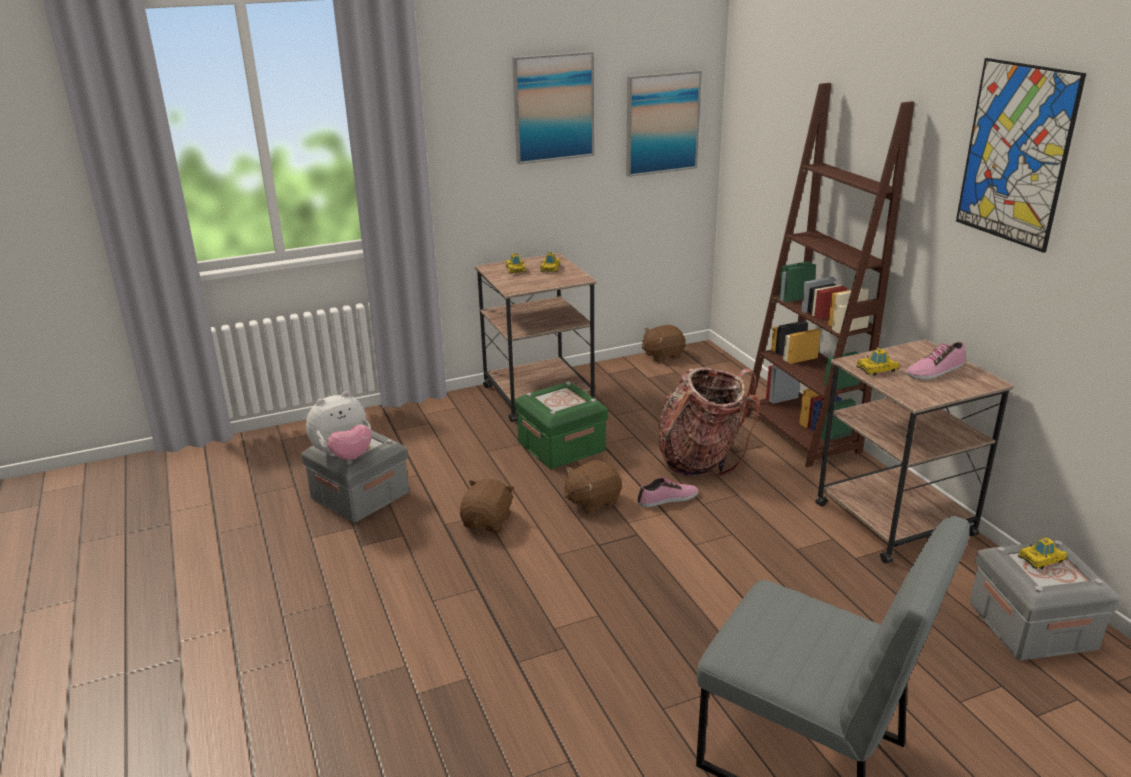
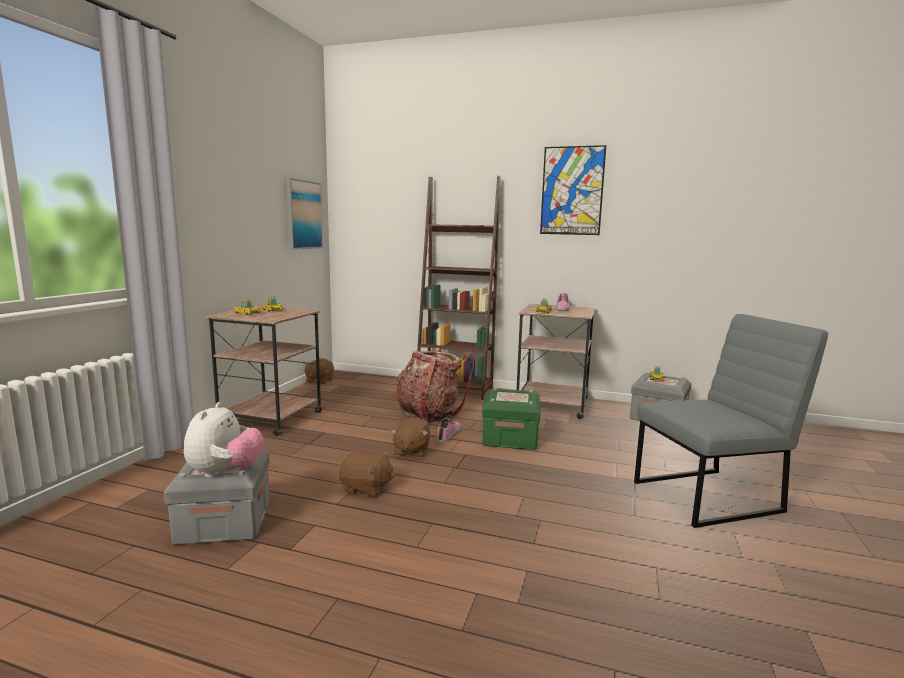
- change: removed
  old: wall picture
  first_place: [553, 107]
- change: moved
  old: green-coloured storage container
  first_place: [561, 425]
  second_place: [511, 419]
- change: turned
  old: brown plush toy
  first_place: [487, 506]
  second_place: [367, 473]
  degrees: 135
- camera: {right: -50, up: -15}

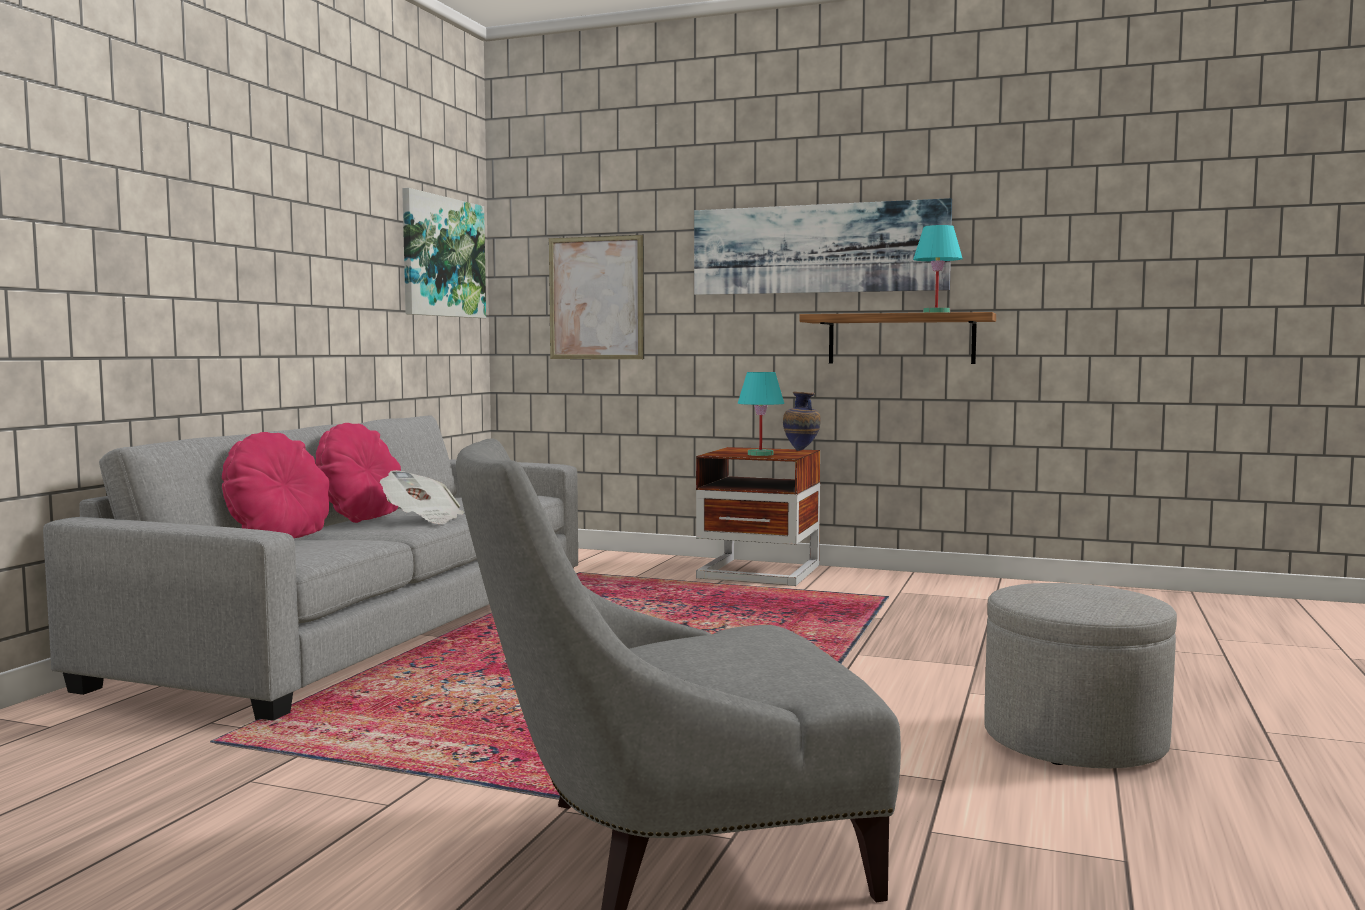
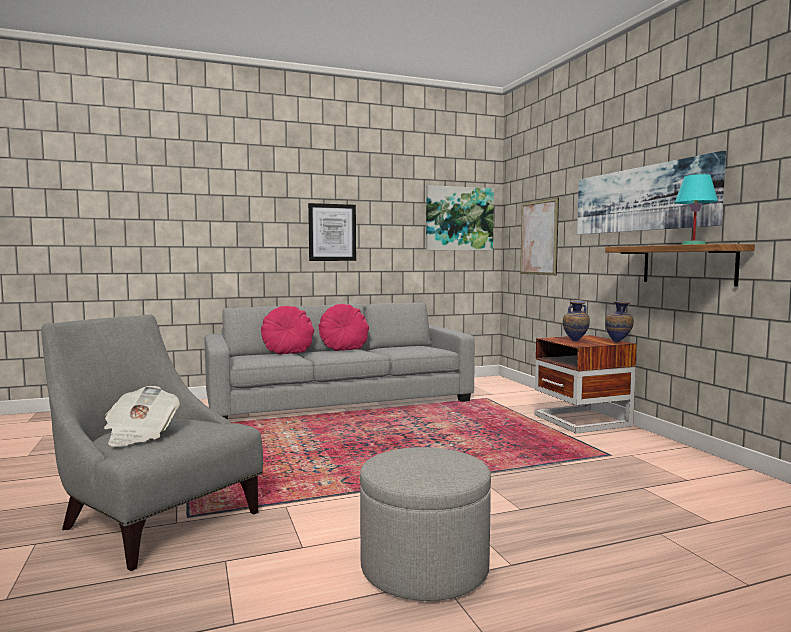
- change: added
  new: wall picture
  second_place: [332, 232]
- change: moved
  old: printed paper
  first_place: [422, 497]
  second_place: [142, 416]
- change: replaced
  old: blue-green table lamp
  new: flower vase
  first_place: [761, 414]
  second_place: [576, 320]
- camera: {right: 50, up: 0}

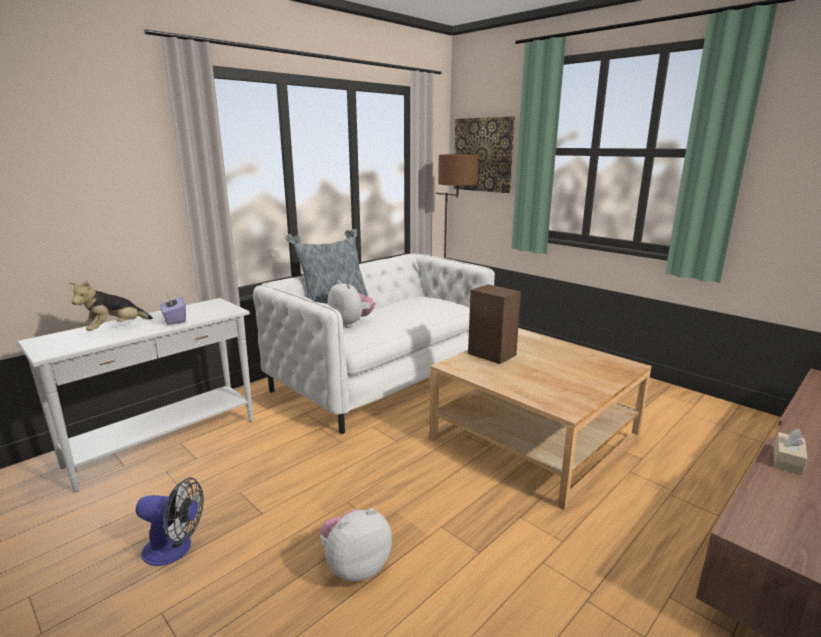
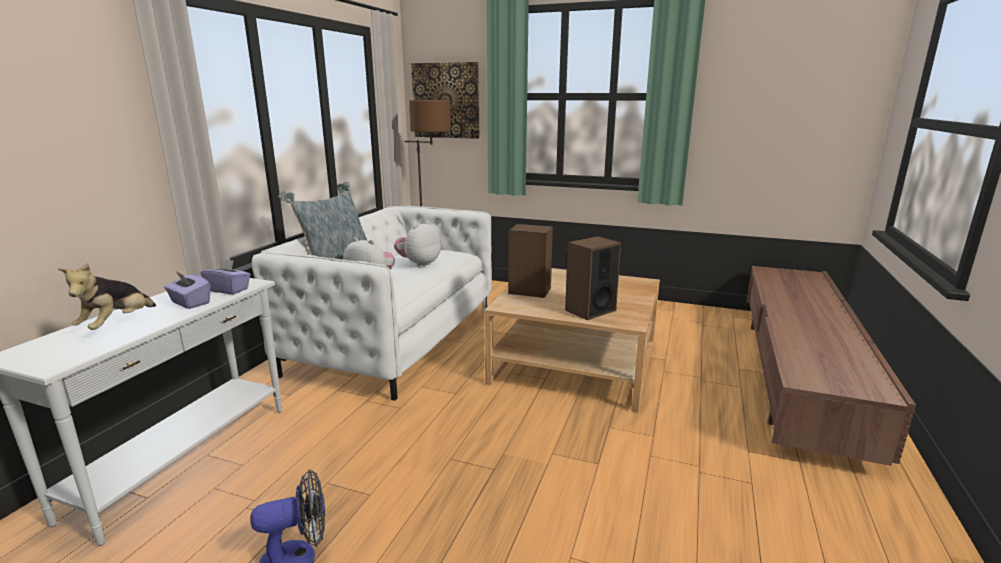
- change: removed
  old: sand-coloured box of tissues
  first_place: [790, 451]
- change: added
  new: purple box of tissues
  second_place: [226, 276]
- change: added
  new: loudspeaker
  second_place: [593, 278]
- change: moved
  old: plush toy
  first_place: [356, 545]
  second_place: [417, 244]
- camera: {right: -25, up: 0}

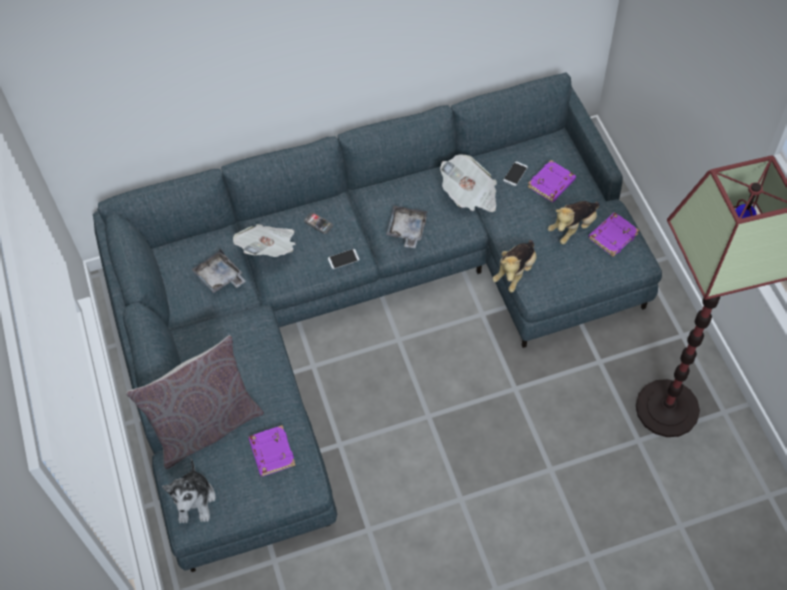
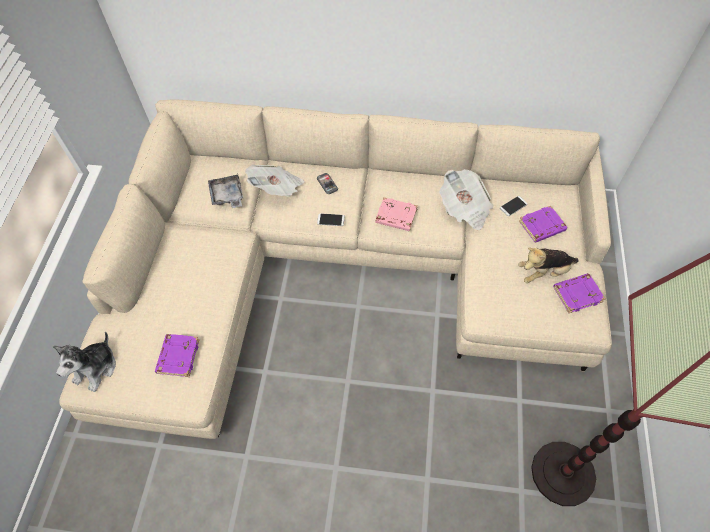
- change: removed
  old: gray cushion
  first_place: [195, 402]
- change: removed
  old: plush toy
  first_place: [514, 266]
- change: replaced
  old: gray serving tray
  new: pink bound book
  first_place: [407, 227]
  second_place: [396, 214]
- change: recoloured
  old: blue-coloured sofa
  new: sand-coloured sofa
  first_place: [377, 322]
  second_place: [335, 269]
- camera: {right: 25, up: 0}

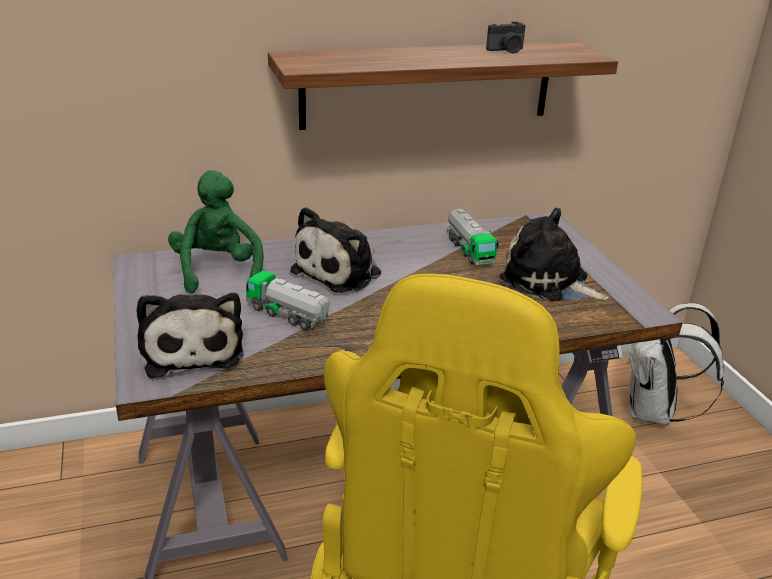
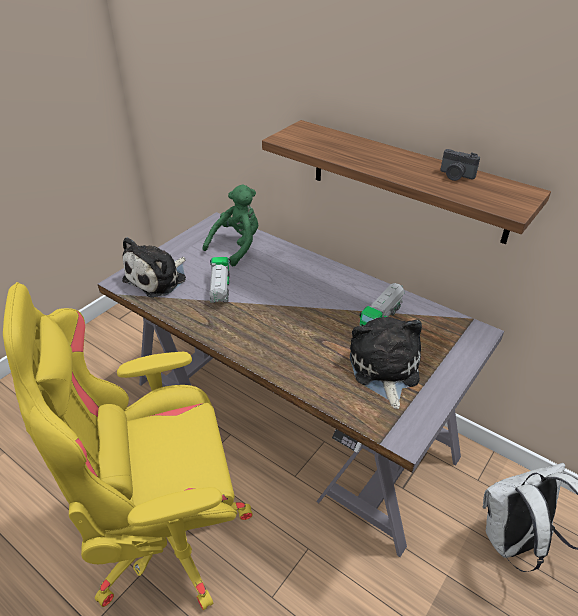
- change: removed
  old: plush toy
  first_place: [335, 250]
- camera: {right: 55, up: 10}

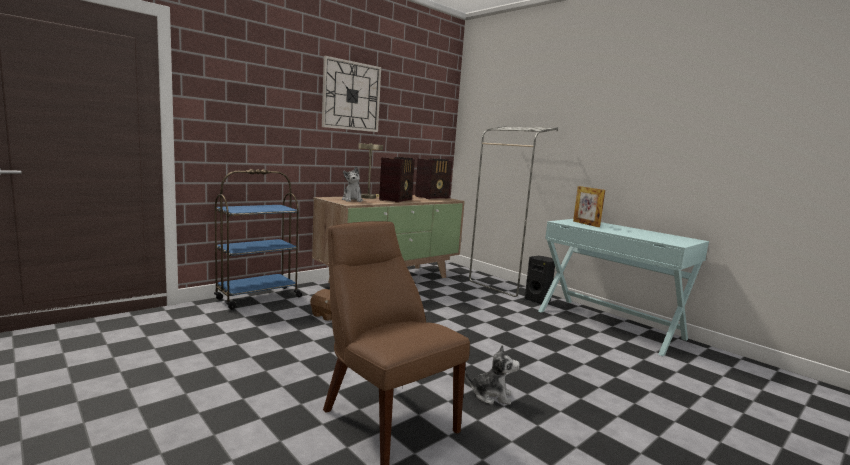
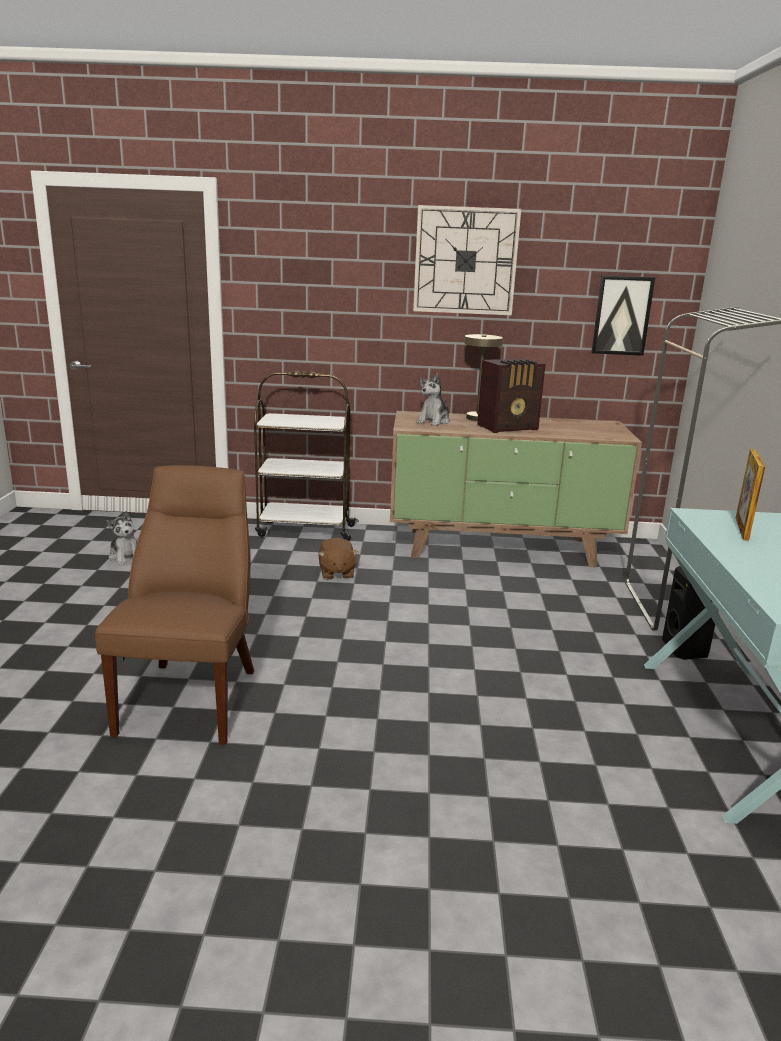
- change: removed
  old: radio
  first_place: [433, 178]
- change: added
  new: wall picture
  second_place: [623, 315]
- change: moved
  old: plush toy
  first_place: [492, 374]
  second_place: [122, 538]
- change: recoloured
  old: blue-coloured cart
  new: white cart
  first_place: [258, 239]
  second_place: [306, 456]
- camera: {right: 45, up: 10}

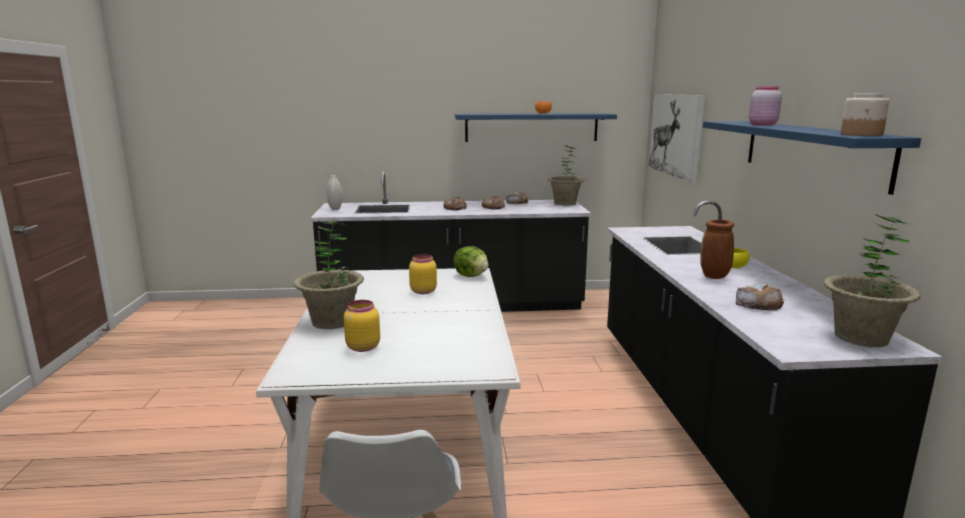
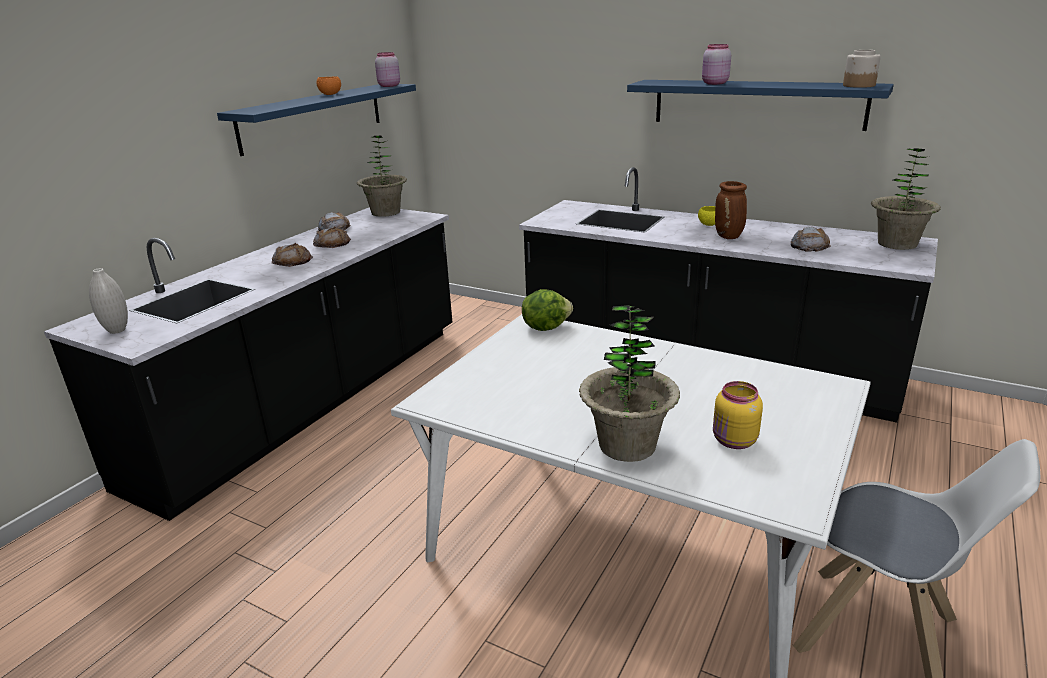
- change: removed
  old: yellowish jar
  first_place: [423, 274]
- change: removed
  old: wall picture
  first_place: [677, 138]
- change: added
  new: pink jar
  second_place: [387, 69]
- camera: {right: -55, up: 10}

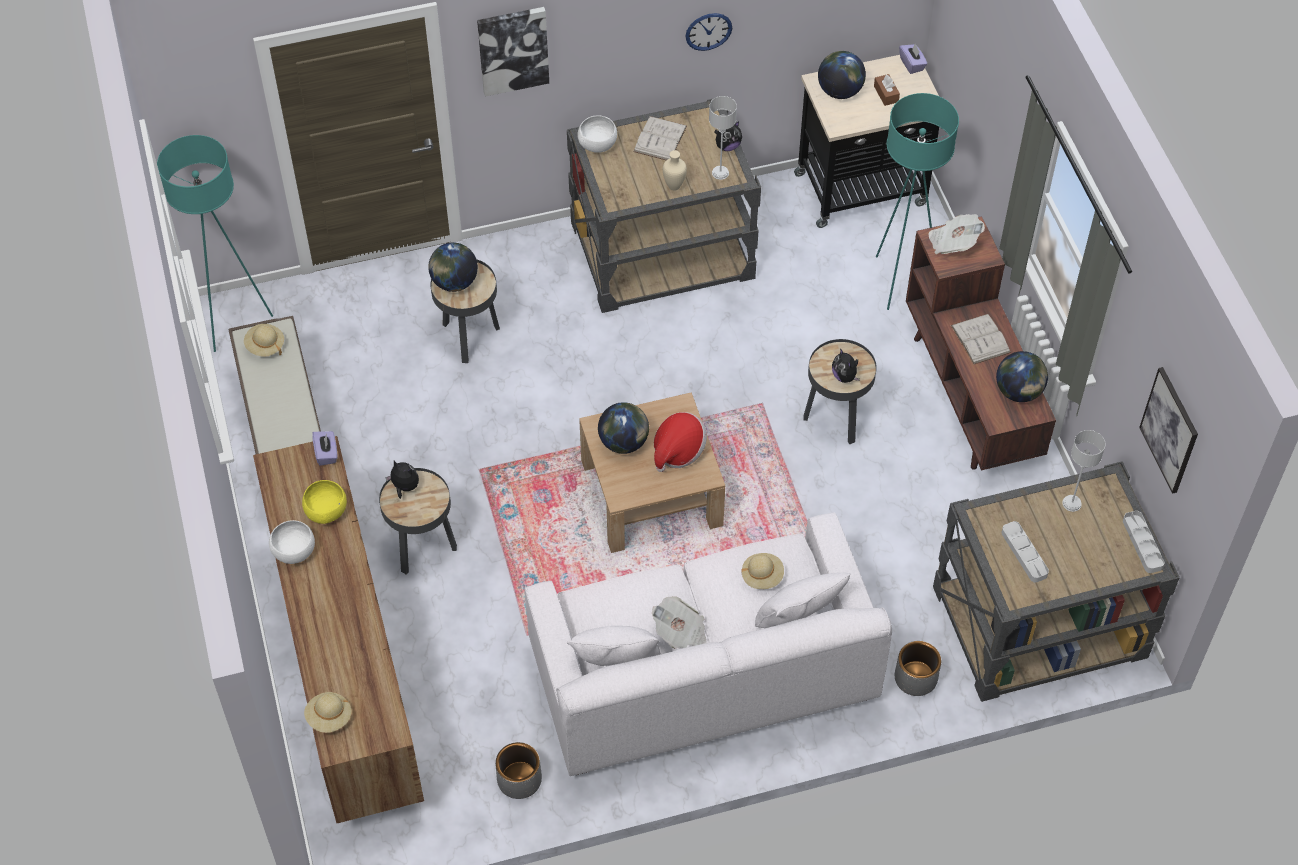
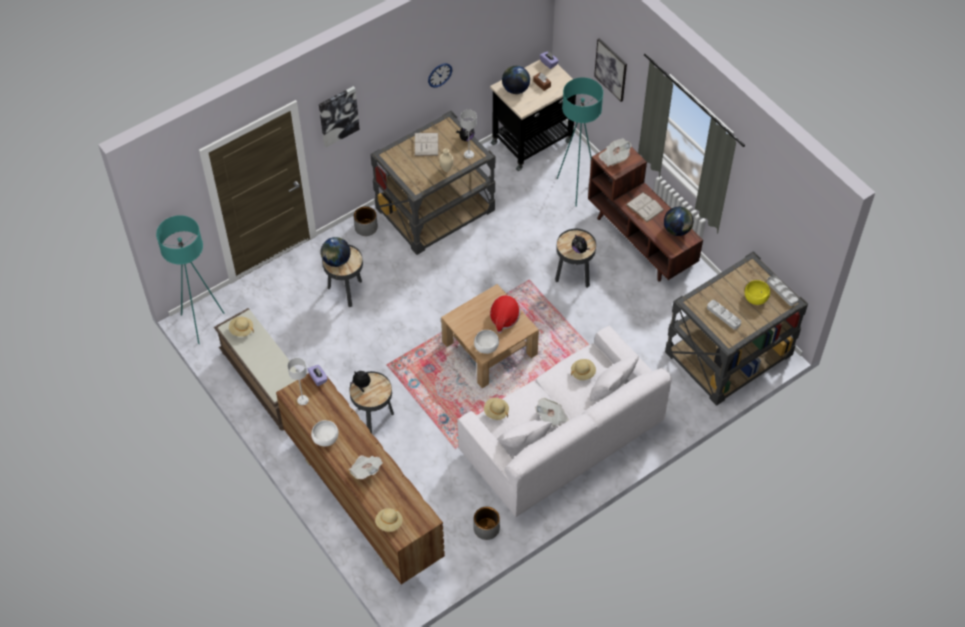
- change: removed
  old: globe
  first_place: [623, 428]
- change: added
  new: printed paper
  second_place: [366, 467]
- change: added
  new: sand-coloured clothing hat
  second_place: [496, 409]
- change: moved
  old: yellowish bowl
  first_place: [324, 502]
  second_place: [757, 292]
- change: moved
  old: white bowl
  first_place: [597, 134]
  second_place: [486, 342]
- change: moved
  old: gray planter
  first_place: [918, 668]
  second_place: [366, 221]
- change: moved
  old: gray table lamp
  first_place: [1084, 471]
  second_place: [298, 381]
- change: moved
  old: wall picture
  first_place: [1168, 430]
  second_place: [610, 70]
- camera: {right: -20, up: 0}

